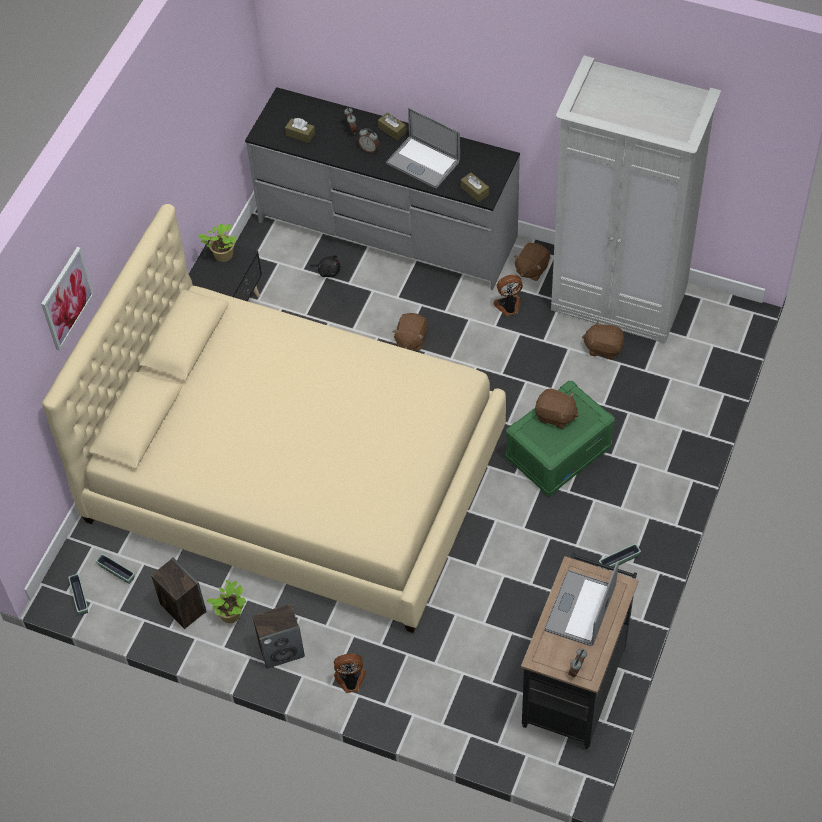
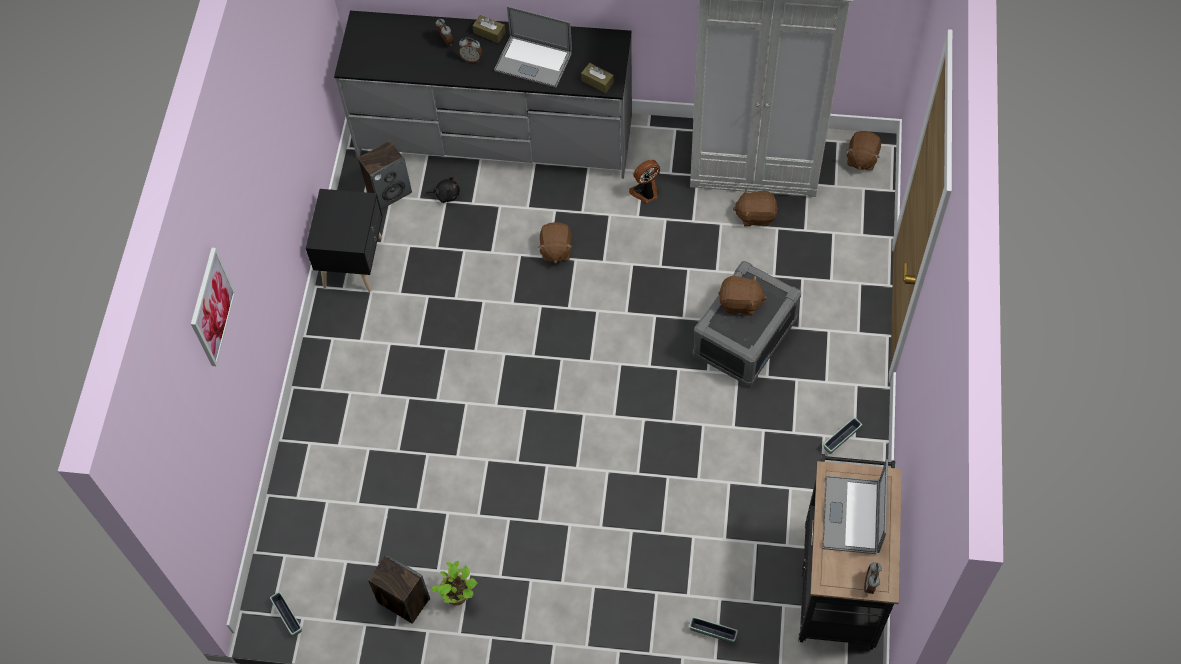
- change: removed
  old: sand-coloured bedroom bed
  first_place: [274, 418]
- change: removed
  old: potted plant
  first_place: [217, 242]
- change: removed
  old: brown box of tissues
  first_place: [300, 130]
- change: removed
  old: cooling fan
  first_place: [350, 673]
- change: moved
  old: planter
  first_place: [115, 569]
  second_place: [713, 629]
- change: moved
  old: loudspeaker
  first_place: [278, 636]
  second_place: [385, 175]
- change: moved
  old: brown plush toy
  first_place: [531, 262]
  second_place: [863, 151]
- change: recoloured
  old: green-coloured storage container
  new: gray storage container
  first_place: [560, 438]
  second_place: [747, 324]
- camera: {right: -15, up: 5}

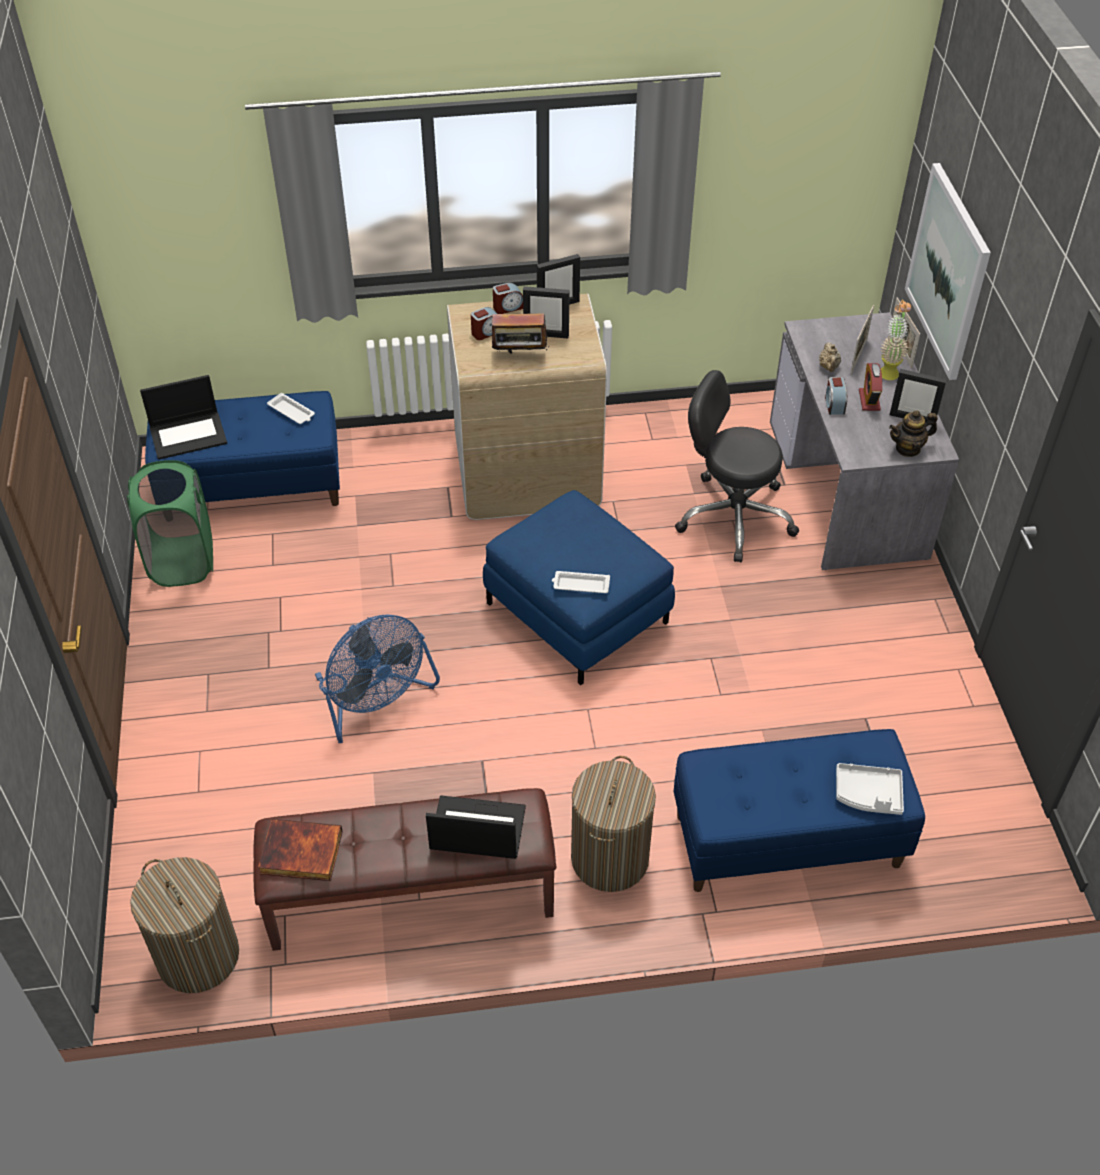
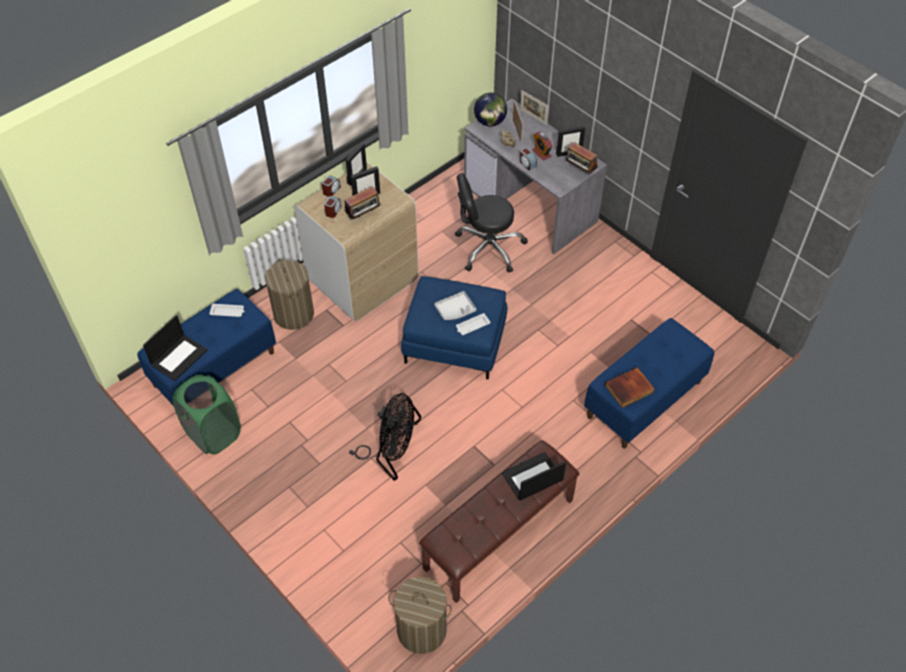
- change: removed
  old: potted plant
  first_place: [895, 339]
- change: removed
  old: wall picture
  first_place: [948, 271]
- change: added
  new: globe
  second_place: [490, 110]
- change: moved
  old: bound book
  first_place: [300, 850]
  second_place: [630, 387]
- change: moved
  old: washing basket
  first_place: [613, 824]
  second_place: [289, 294]
- change: moved
  old: gray serving tray
  first_place: [870, 789]
  second_place: [455, 305]
- change: replaced
  old: tea pot
  new: radio
  first_place: [913, 434]
  second_place: [582, 158]
- change: recoloured
  old: blue-coloured cooling fan
  new: black-coloured cooling fan
  first_place: [377, 679]
  second_place: [384, 437]
- camera: {right: -35, up: 5}

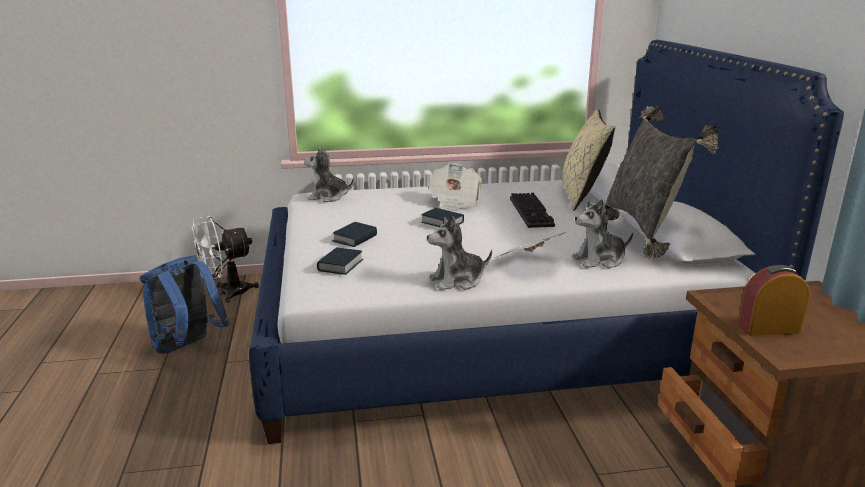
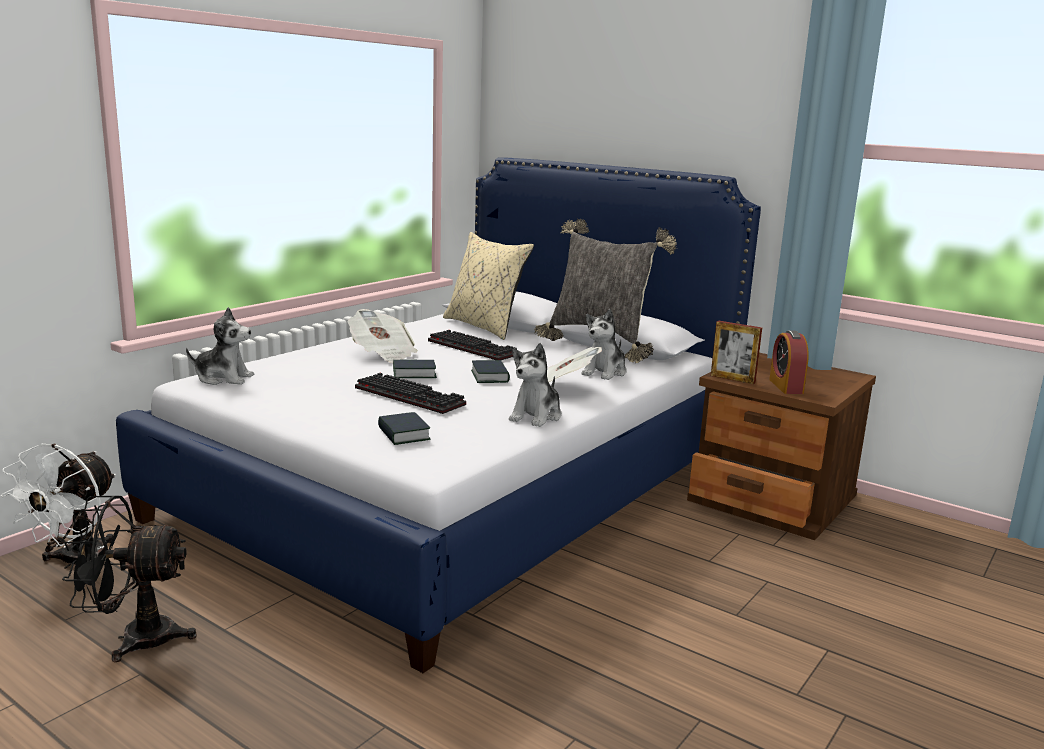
- change: added
  new: computer keyboard
  second_place: [410, 393]
- change: added
  new: photo frame
  second_place: [736, 352]
- change: moved
  old: bound book
  first_place: [354, 234]
  second_place: [490, 371]
- change: replaced
  old: blue-coloured rucksack
  new: black-coloured cooling fan
  first_place: [185, 304]
  second_place: [129, 579]
- change: turned
  old: plush toy
  first_place: [329, 174]
  second_place: [220, 346]
  degrees: -135
- change: turned
  old: alarm clock
  first_place: [774, 300]
  second_place: [789, 362]
  degrees: -45
- camera: {right: -45, up: -5}

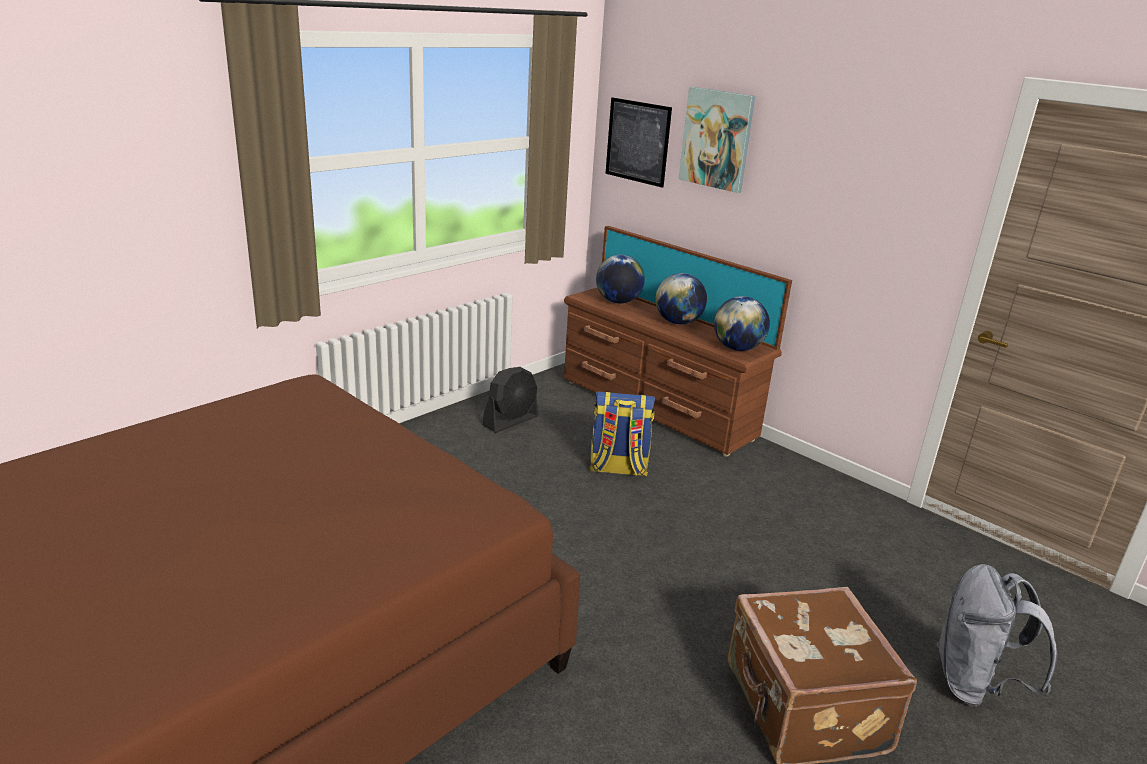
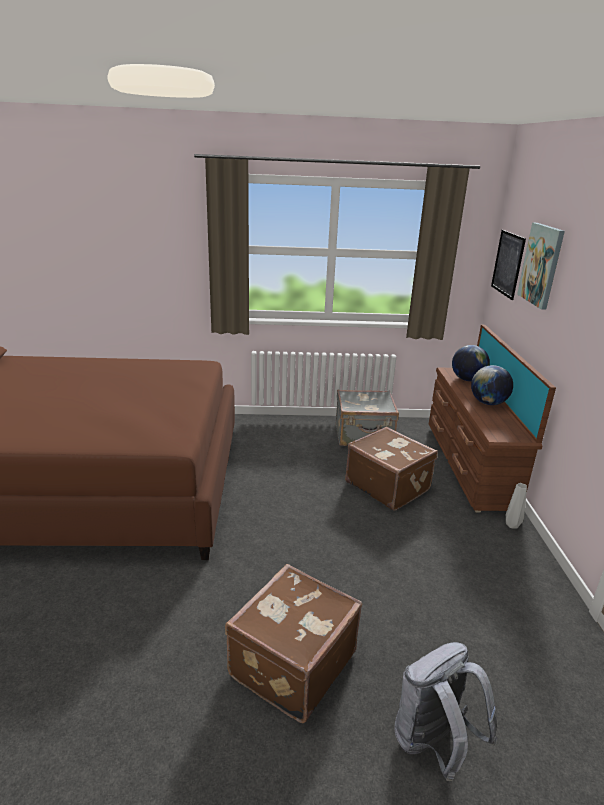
- change: removed
  old: globe
  first_place: [742, 323]
- change: added
  new: gray flower vase
  second_place: [516, 505]
- change: replaced
  old: black-coloured cooling fan
  new: gray suitcase
  first_place: [510, 400]
  second_place: [367, 418]
- change: replaced
  old: rucksack
  new: brown suitcase
  first_place: [622, 434]
  second_place: [391, 469]
- camera: {right: 45, up: 0}

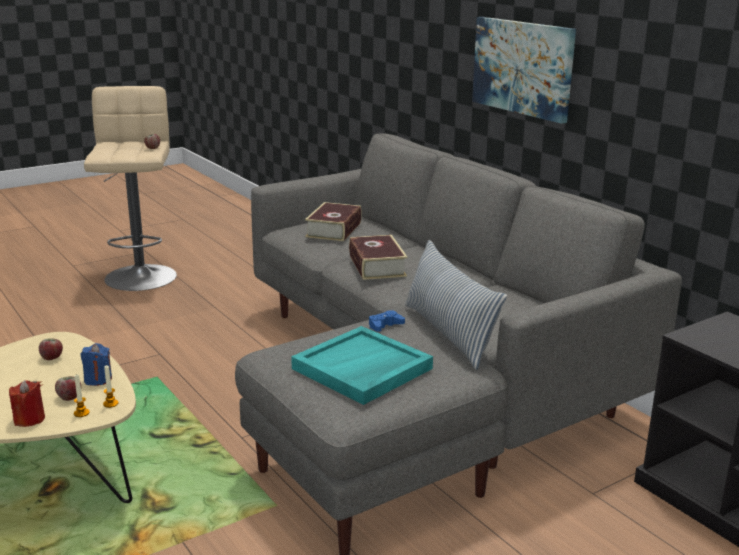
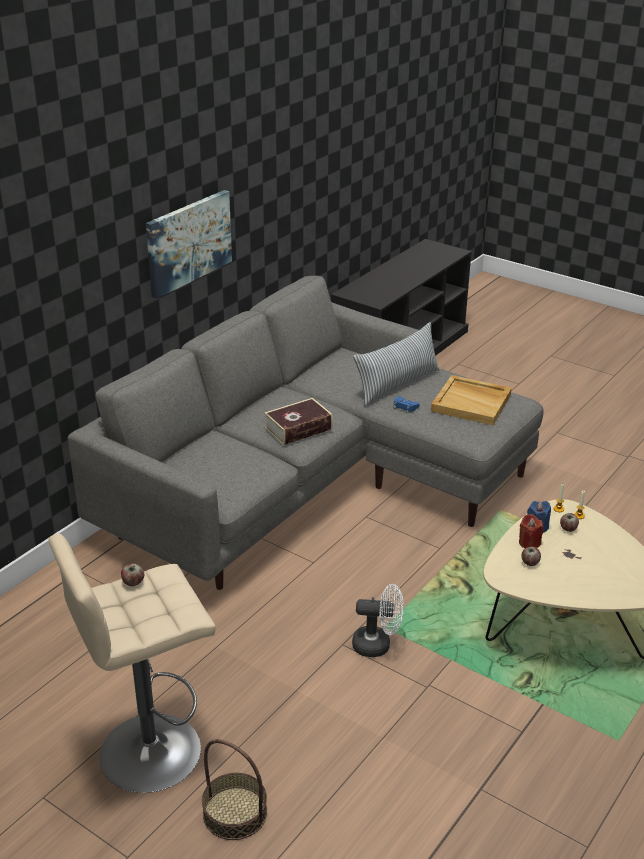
- change: removed
  old: bound book
  first_place: [333, 221]
- change: added
  new: storage basket
  second_place: [234, 789]
- change: added
  new: white cooling fan
  second_place: [378, 620]
- change: moved
  old: reddish wax light
  first_place: [27, 403]
  second_place: [531, 531]
- change: recoloured
  old: blue-green serving tray
  new: sand-coloured serving tray
  first_place: [362, 365]
  second_place: [471, 400]
- camera: {right: -110, up: 10}

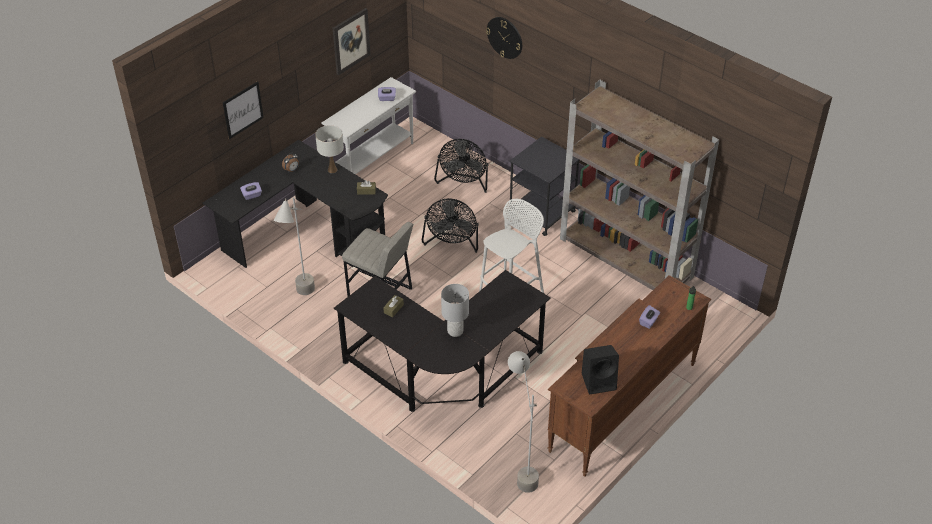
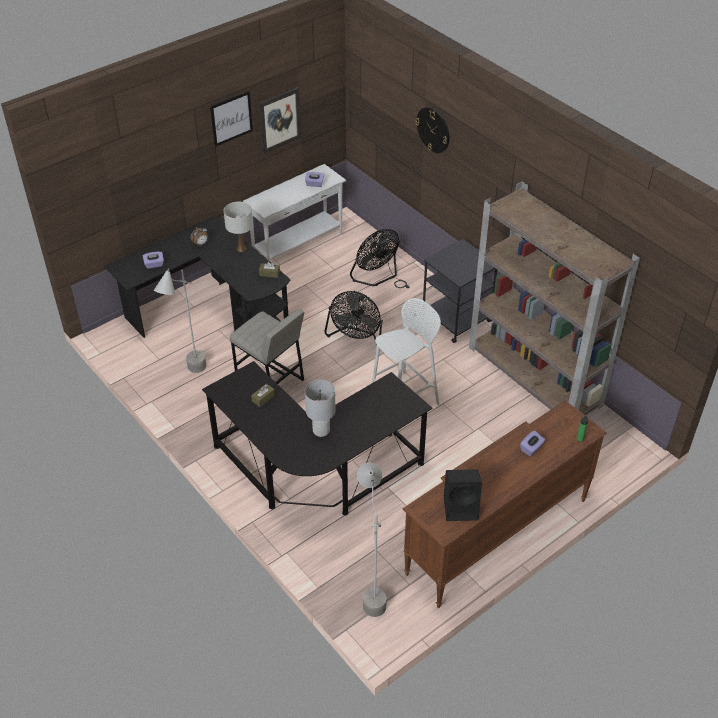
- change: moved
  old: wall picture
  first_place: [243, 110]
  second_place: [231, 119]
- change: turned
  old: black-coloured cooling fan
  first_place: [461, 166]
  second_place: [379, 258]
  degrees: 120
- camera: {right: 10, up: 0}

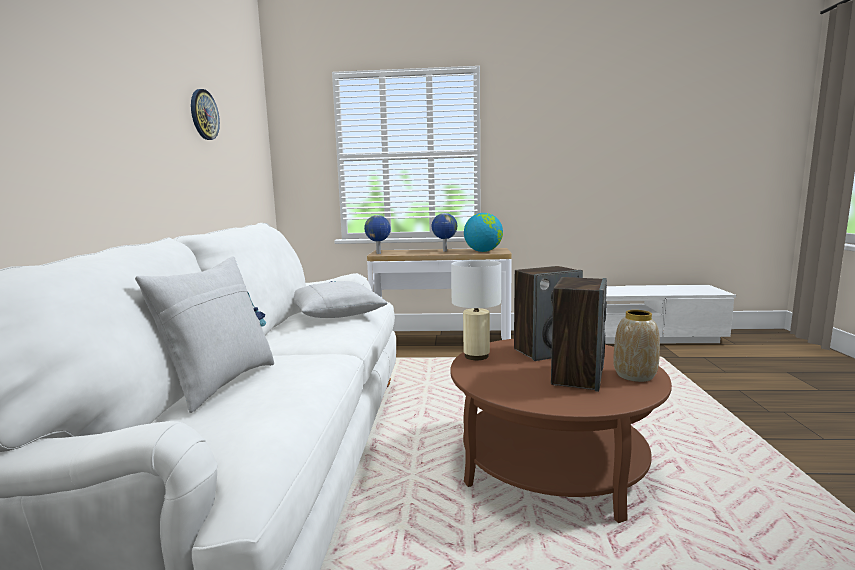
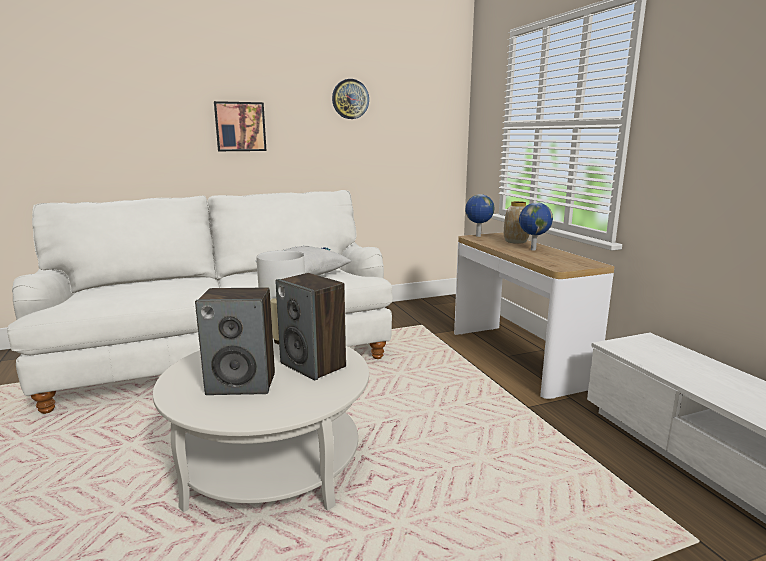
- change: removed
  old: gray cushion
  first_place: [204, 334]
- change: removed
  old: globe
  first_place: [483, 232]
- change: added
  new: wall picture
  second_place: [240, 126]
- change: moved
  old: flower vase
  first_place: [636, 346]
  second_place: [516, 222]
- change: recoloured
  old: brown coffee table
  new: white coffee table
  first_place: [561, 431]
  second_place: [261, 425]
- camera: {right: 65, up: 5}

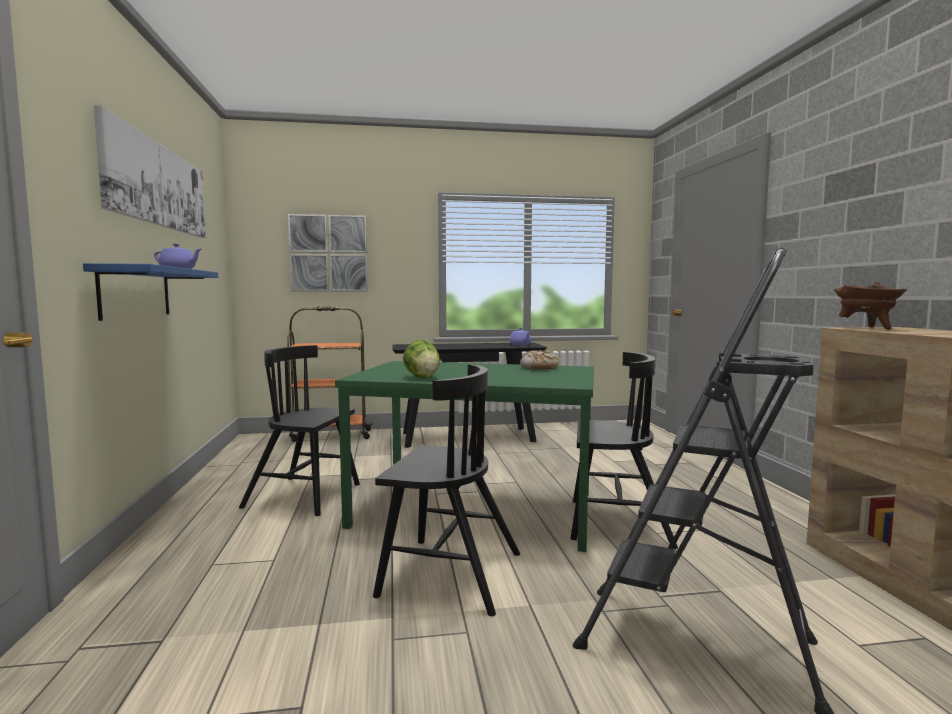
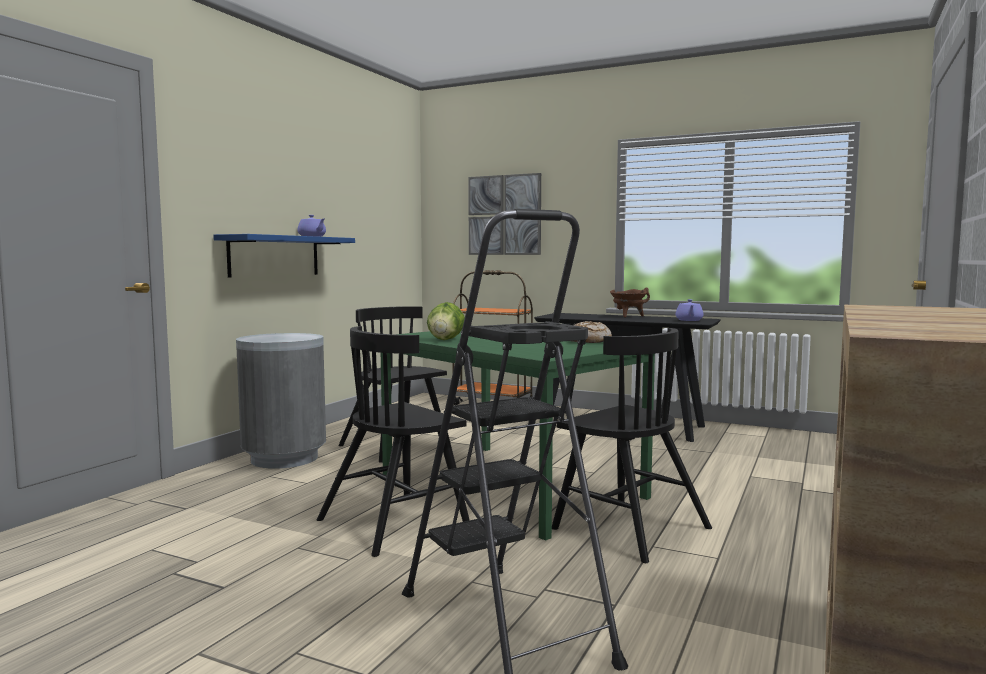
- change: removed
  old: wall picture
  first_place: [150, 171]
- change: added
  new: gray trash can
  second_place: [281, 401]
- change: moved
  old: brown saucepot
  first_place: [870, 306]
  second_place: [630, 302]
- change: turned
  old: black-coloured chair
  first_place: [446, 490]
  second_place: [393, 441]
  degrees: 90
- camera: {right: 35, up: 0}

